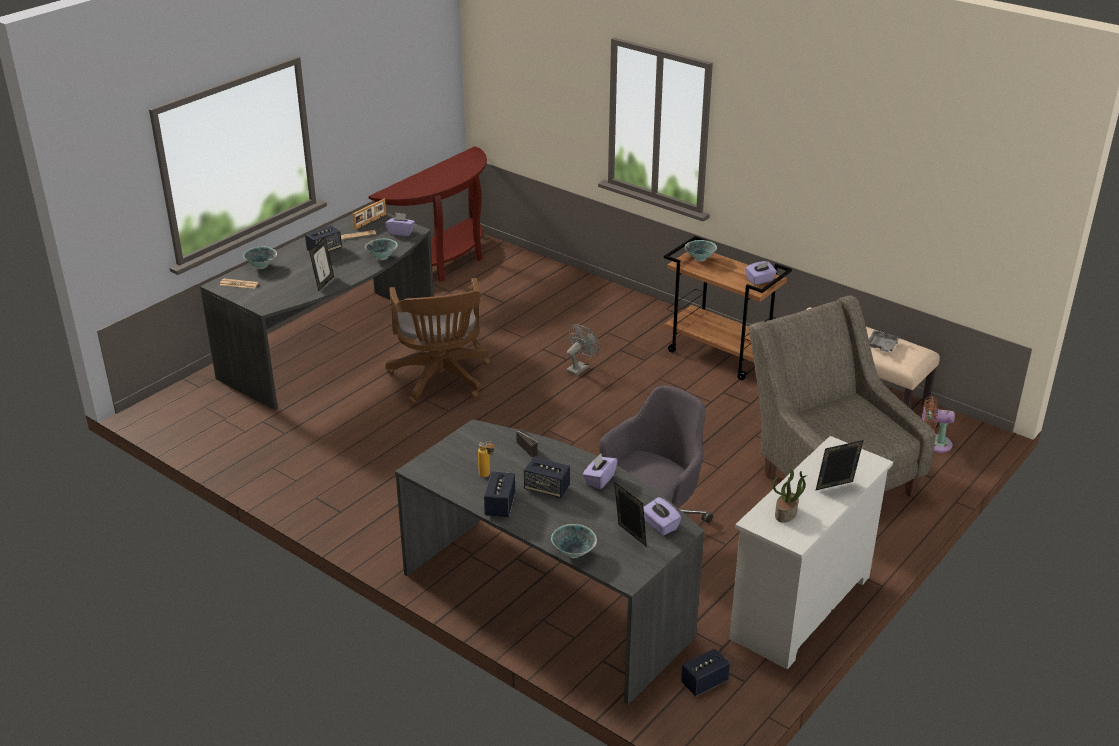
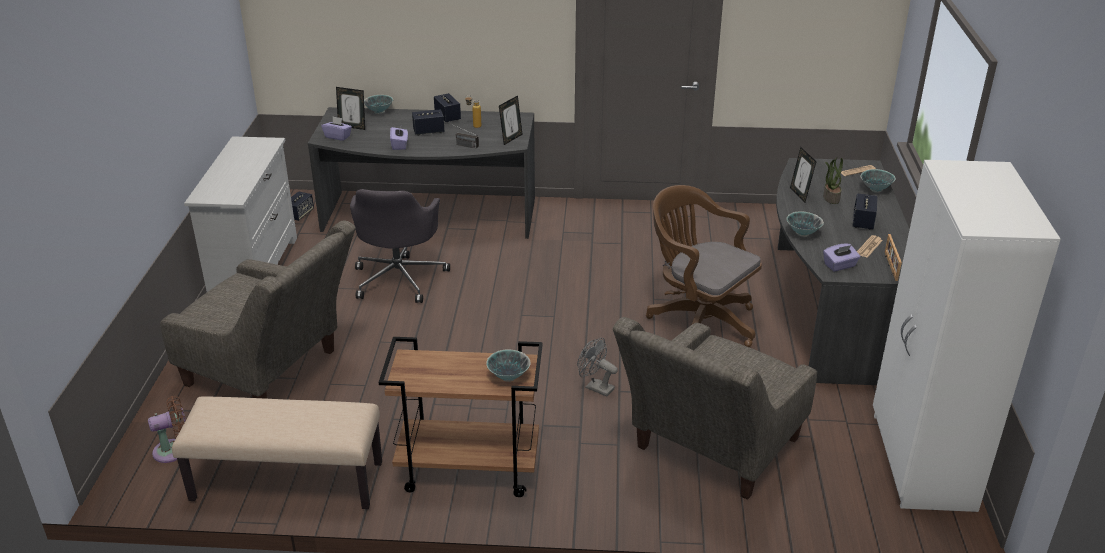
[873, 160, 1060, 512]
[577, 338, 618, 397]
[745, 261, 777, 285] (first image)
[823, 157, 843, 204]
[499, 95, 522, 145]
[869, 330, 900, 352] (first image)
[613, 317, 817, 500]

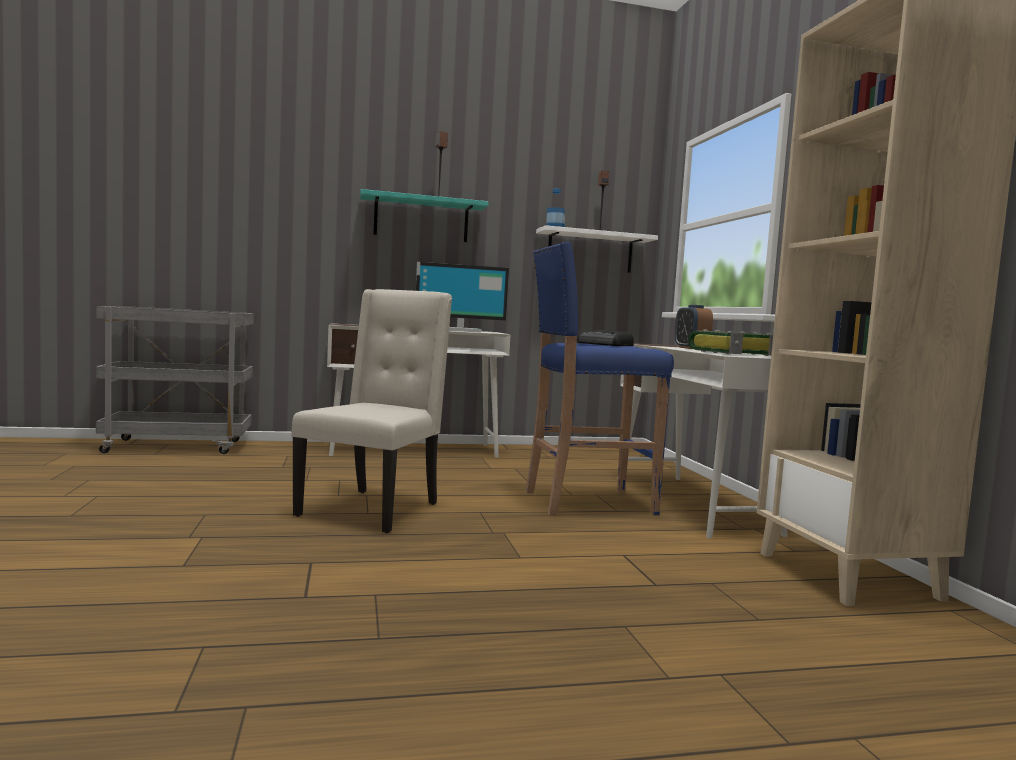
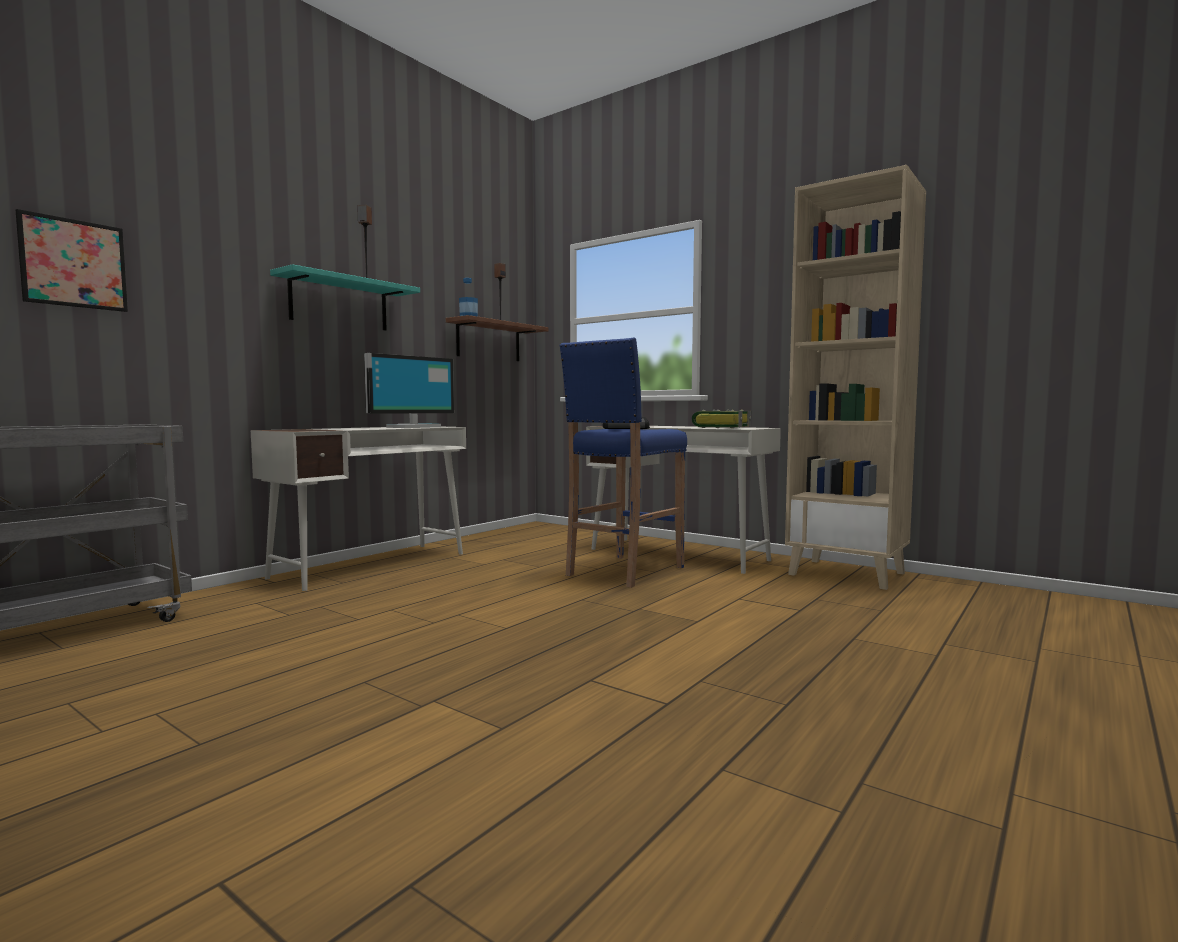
[291, 289, 452, 533] (first image)
[446, 315, 548, 361]
[675, 305, 713, 349] (first image)
[16, 209, 128, 312]

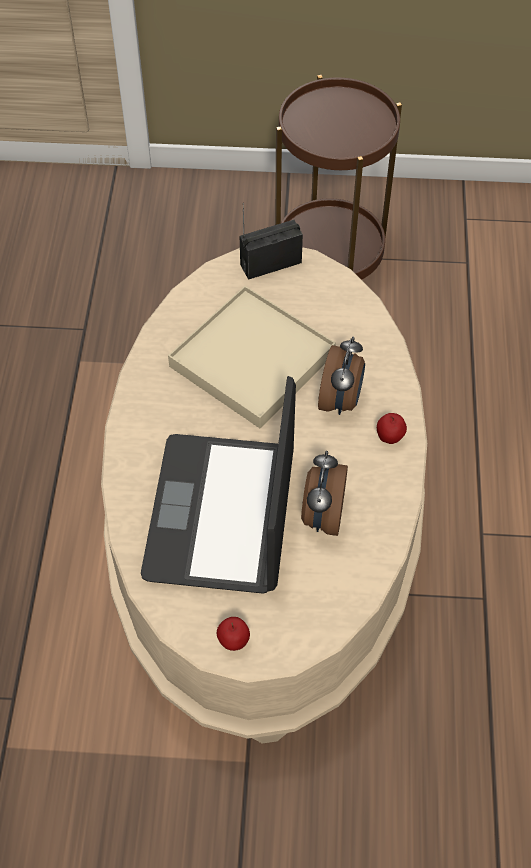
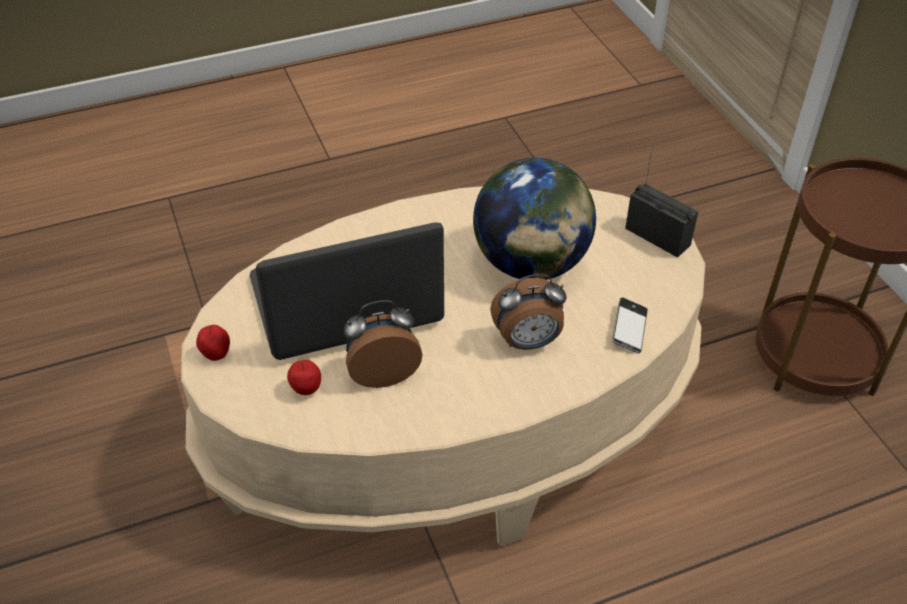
[473, 158, 596, 280]
[287, 360, 321, 395]
[612, 297, 648, 353]

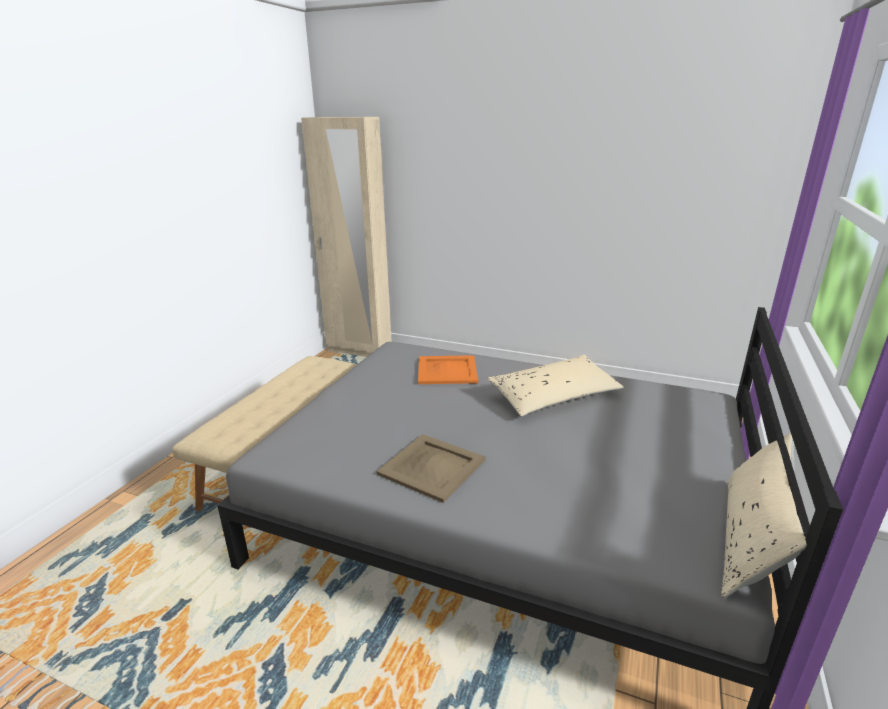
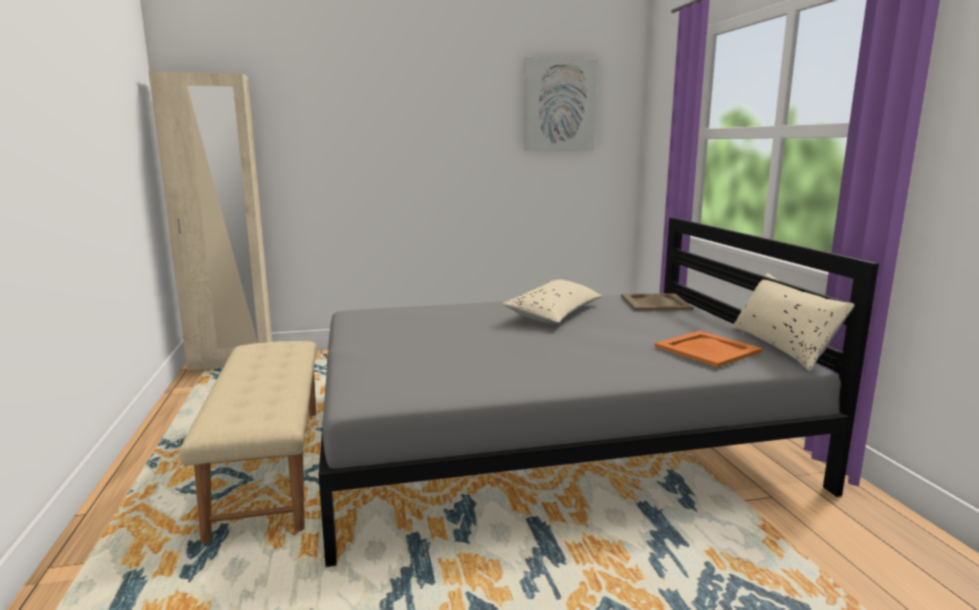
[621, 293, 694, 311]
[654, 331, 763, 367]
[523, 57, 598, 151]

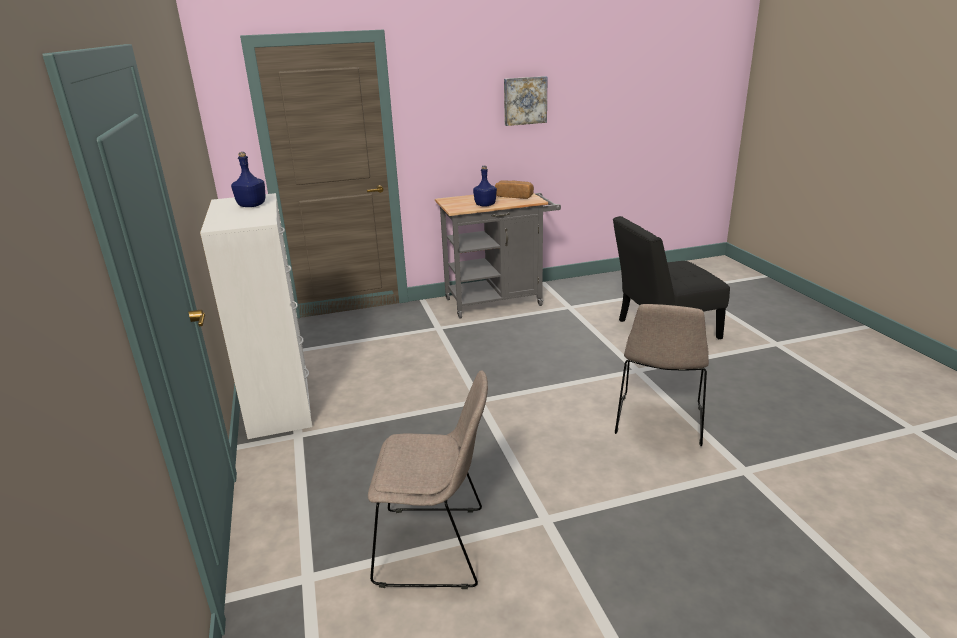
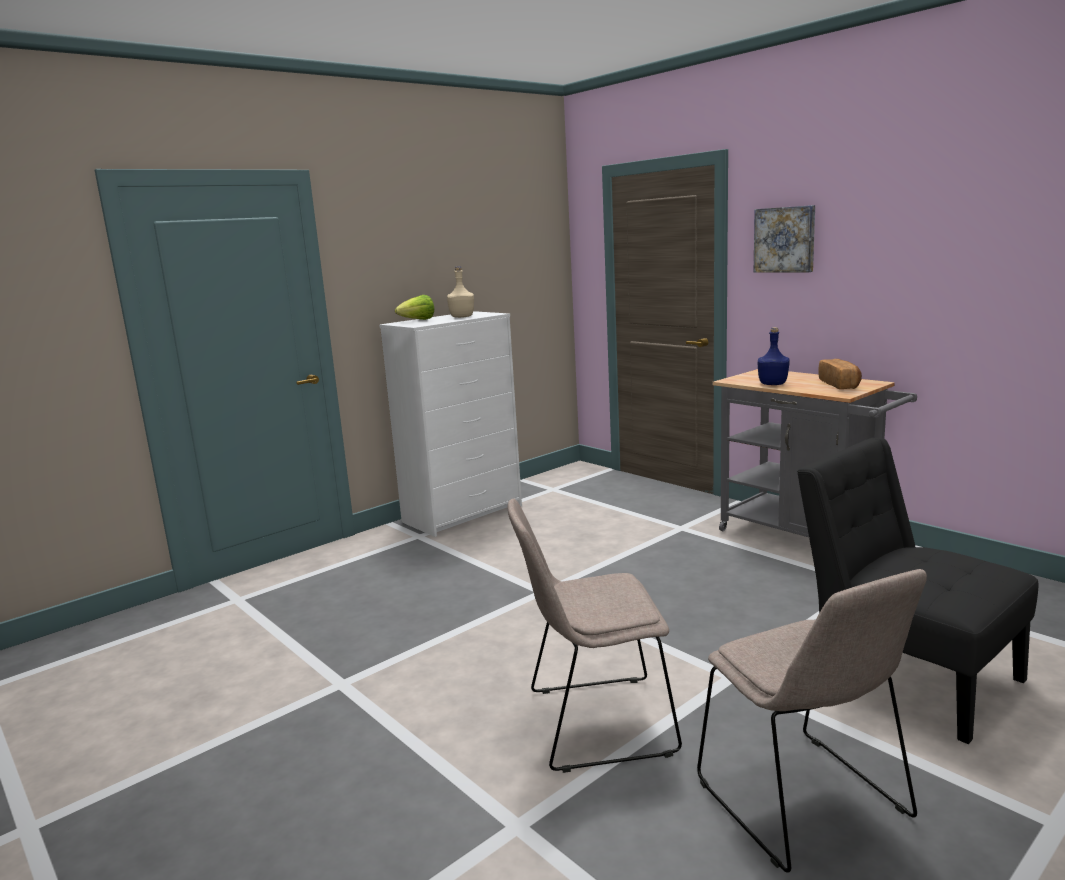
[447, 267, 474, 318]
[697, 569, 927, 873]
[754, 205, 815, 272]
[395, 295, 434, 320]

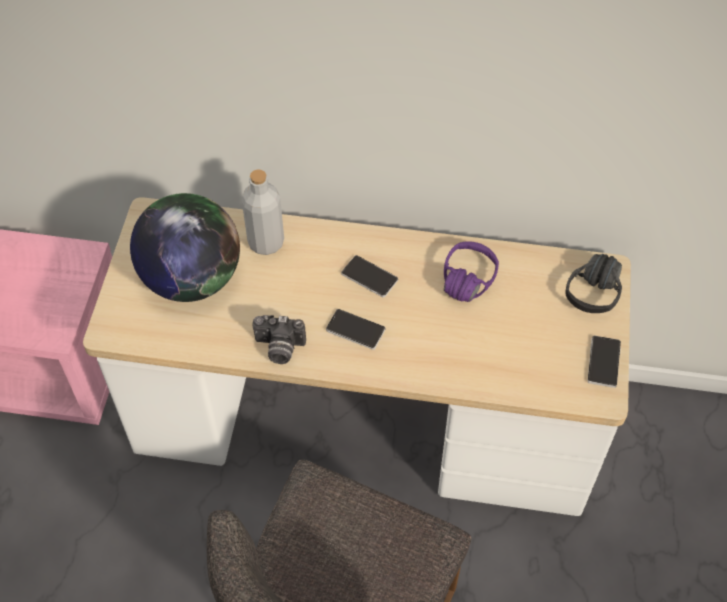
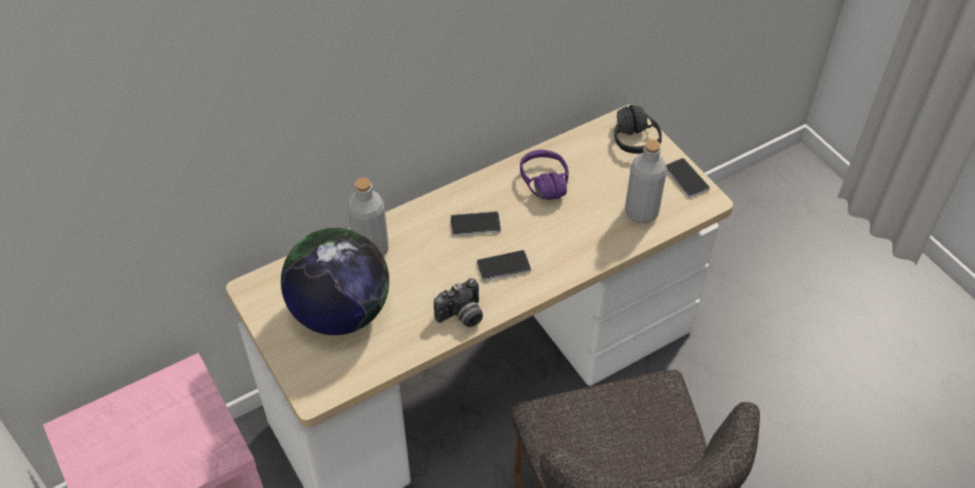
[625, 139, 667, 224]

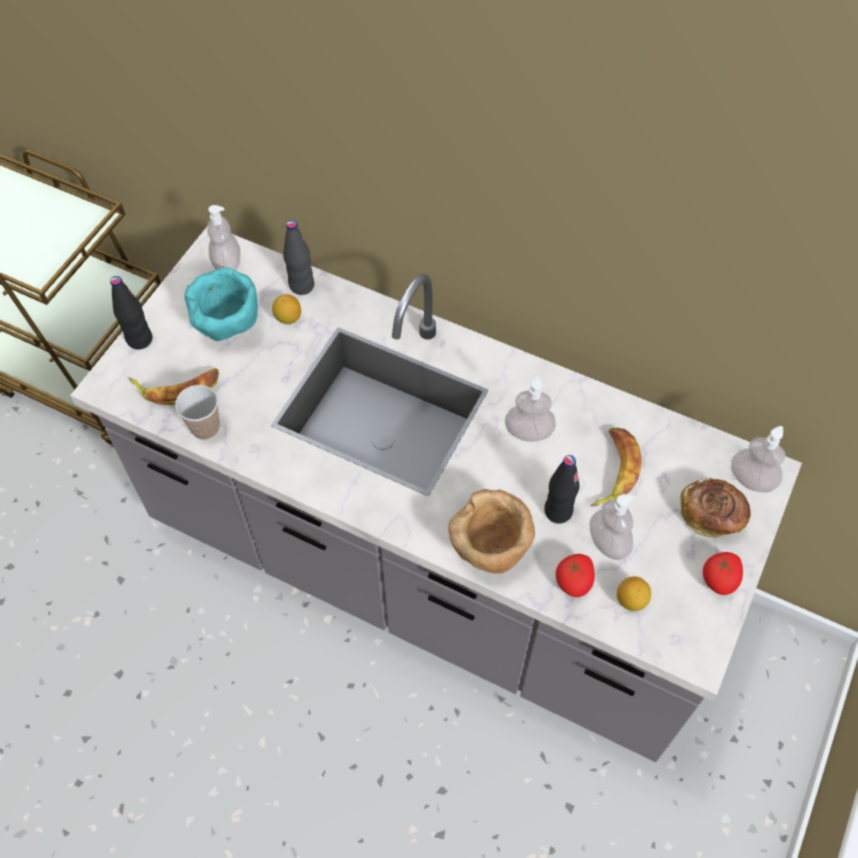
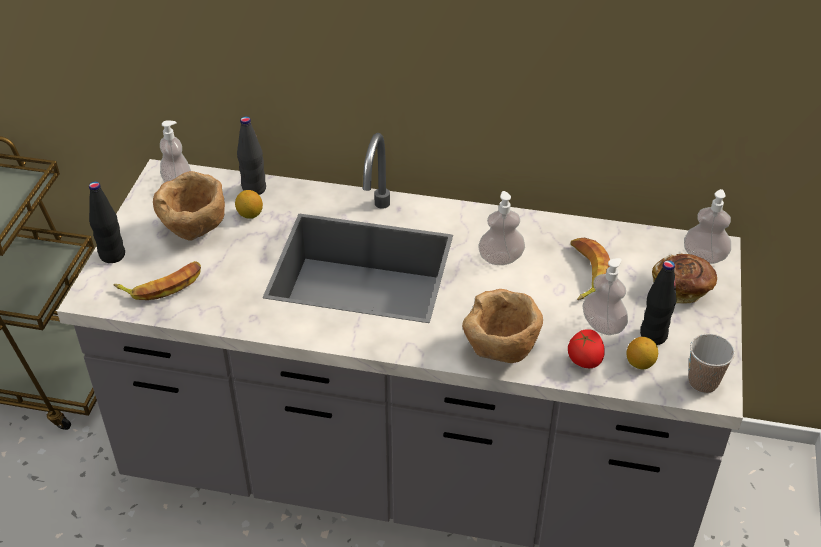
[689, 334, 735, 393]
[153, 171, 225, 241]
[640, 260, 676, 345]
[703, 552, 743, 595] (first image)

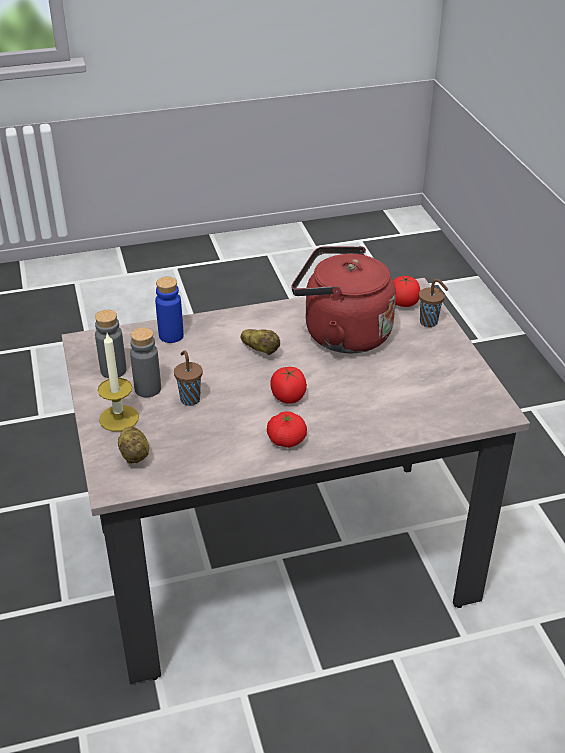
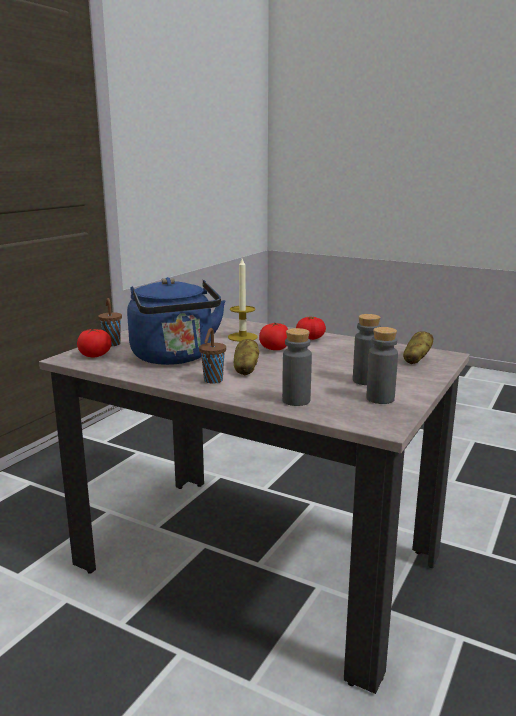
[228, 258, 258, 342]
[282, 328, 312, 406]
[199, 328, 226, 384]
[127, 277, 226, 365]

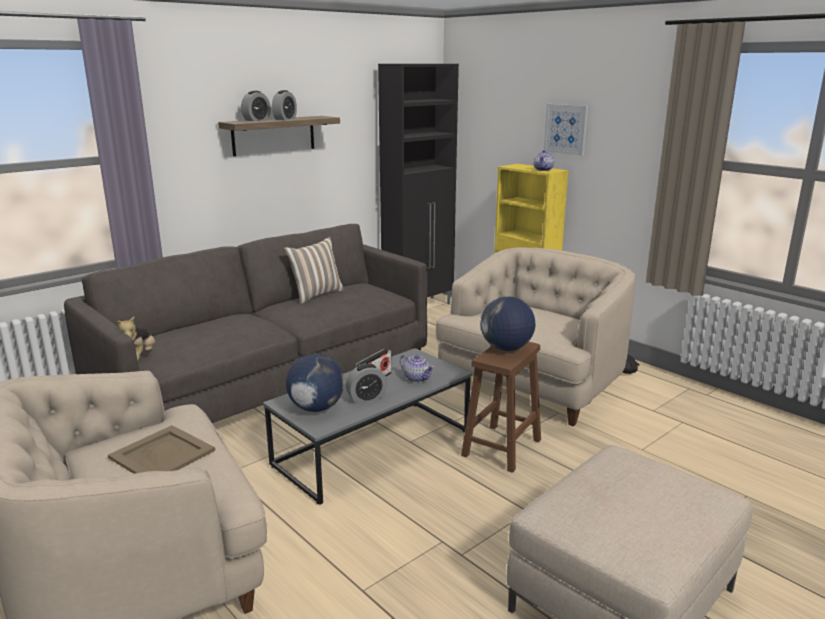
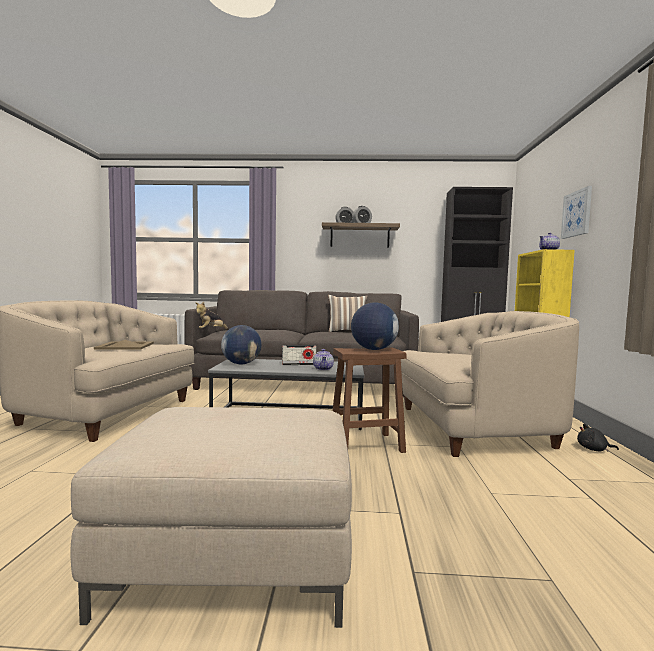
[346, 364, 388, 404] (first image)

